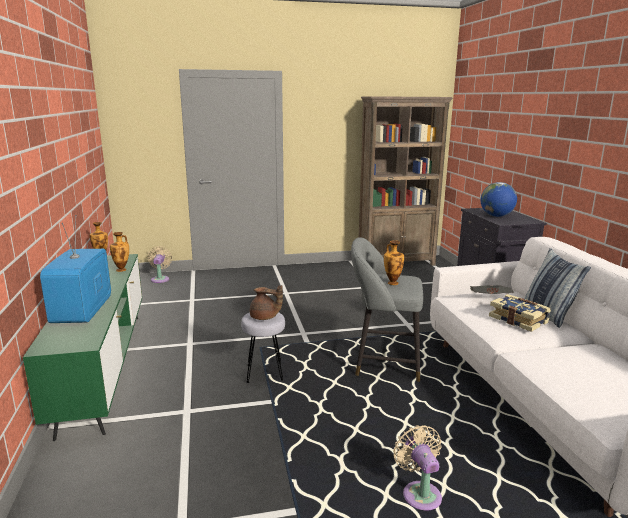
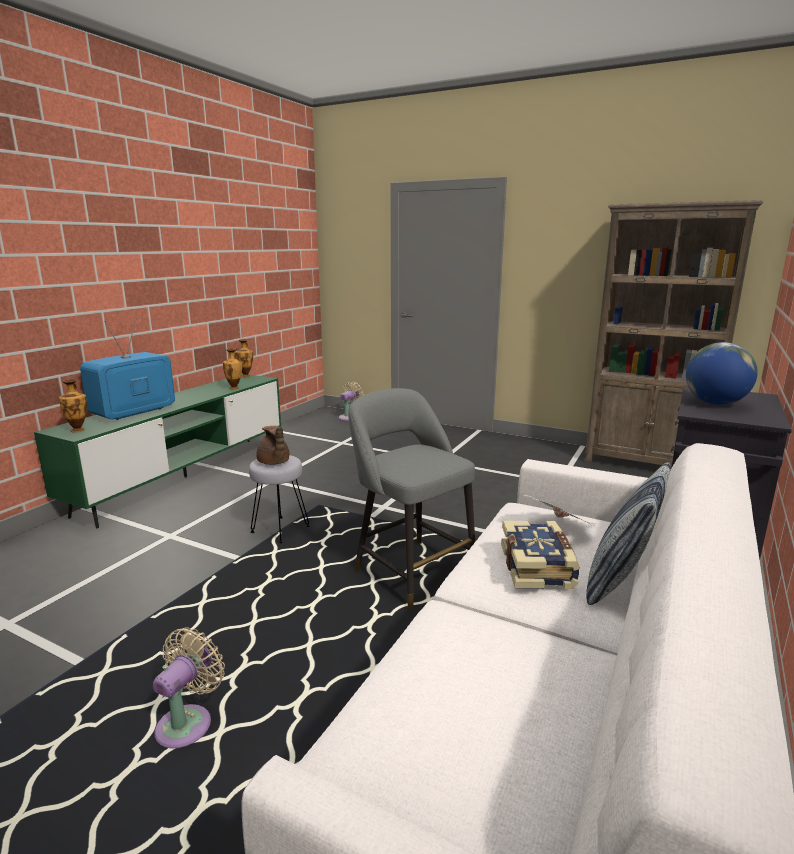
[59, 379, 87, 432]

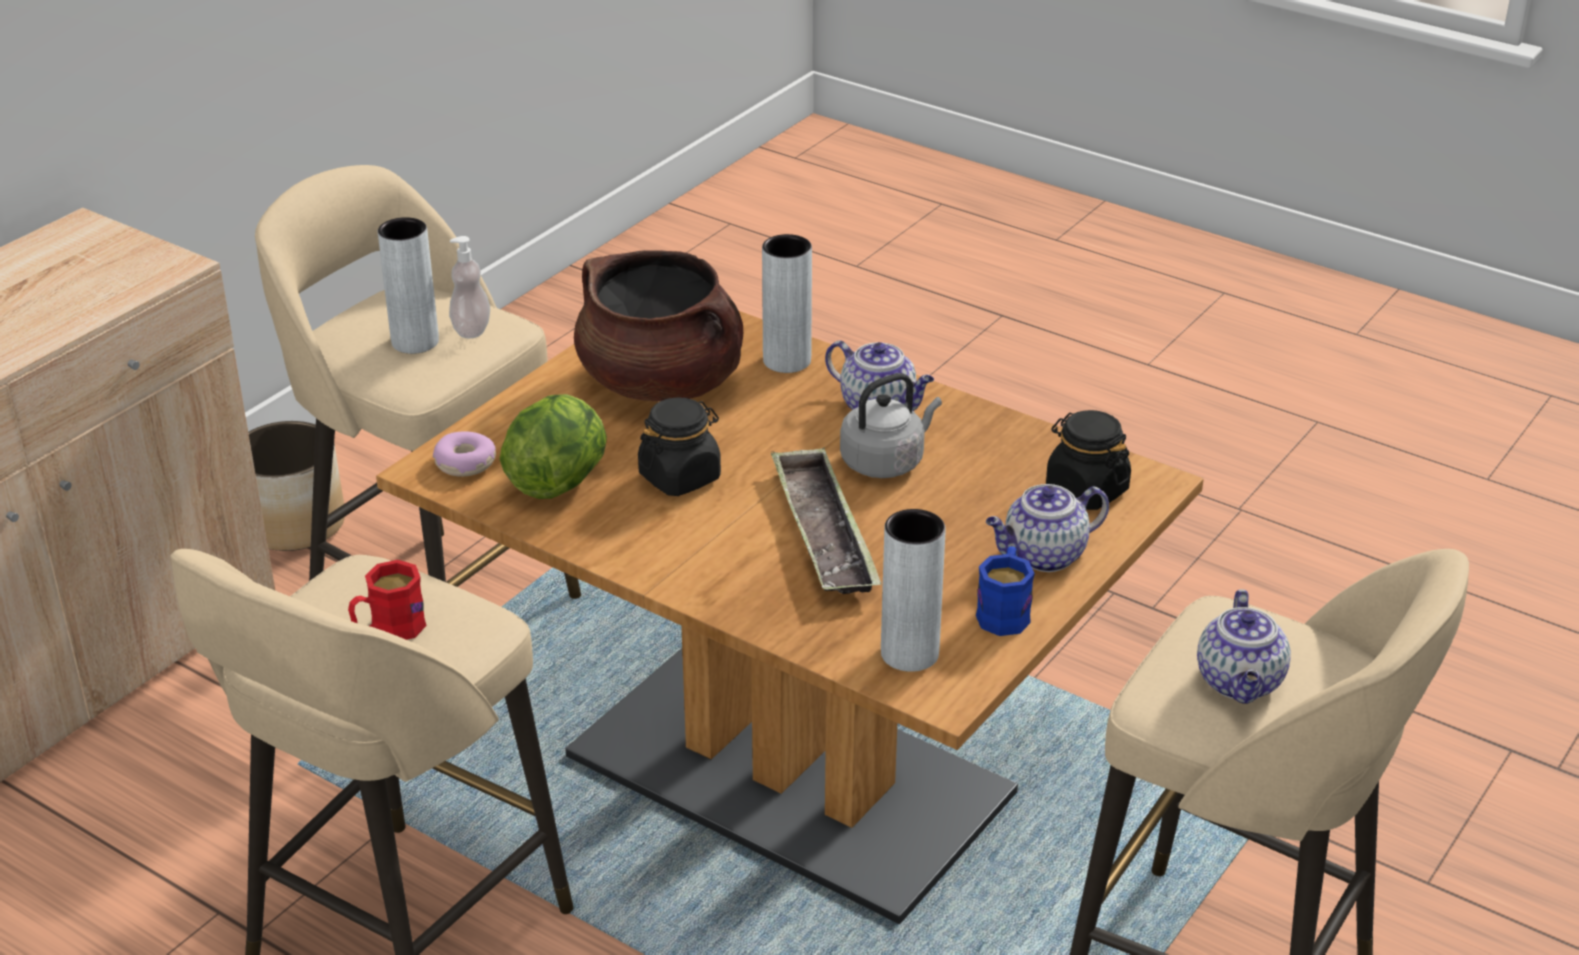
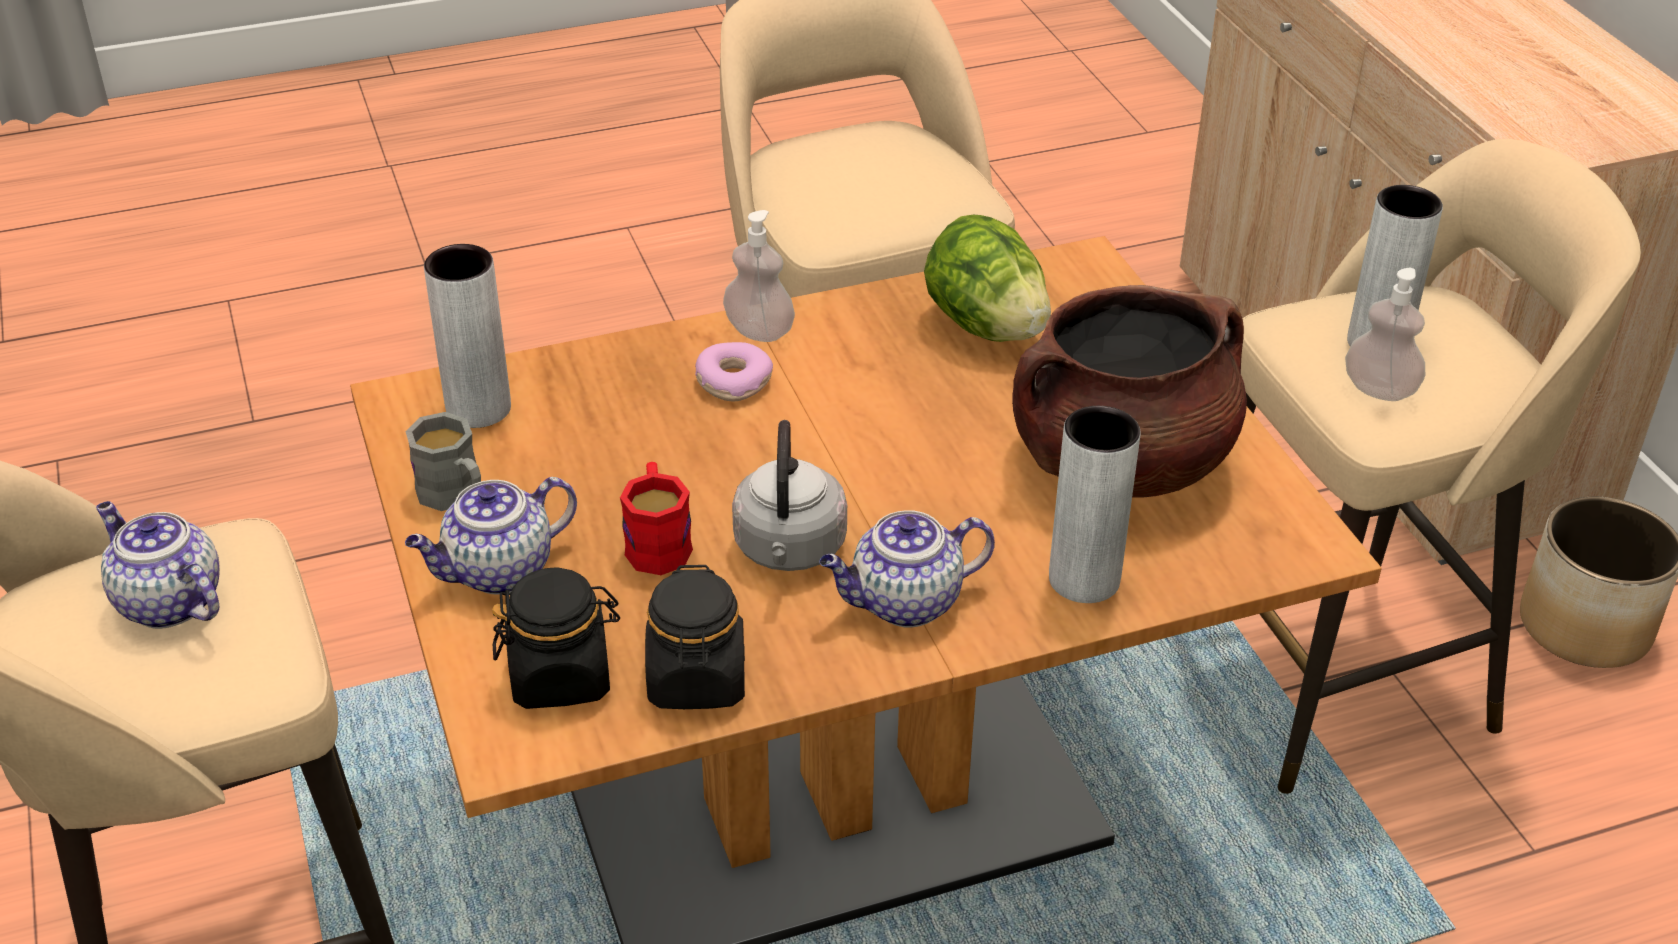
[620, 462, 693, 575]
[695, 342, 773, 401]
[645, 565, 745, 709]
[771, 448, 882, 594] (first image)
[405, 412, 481, 511]
[405, 477, 577, 595]
[723, 210, 795, 342]

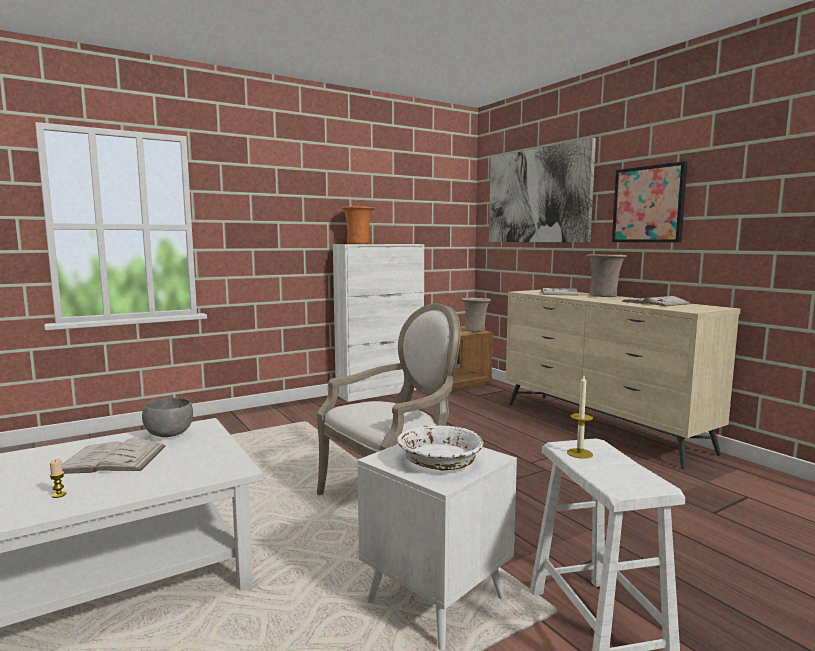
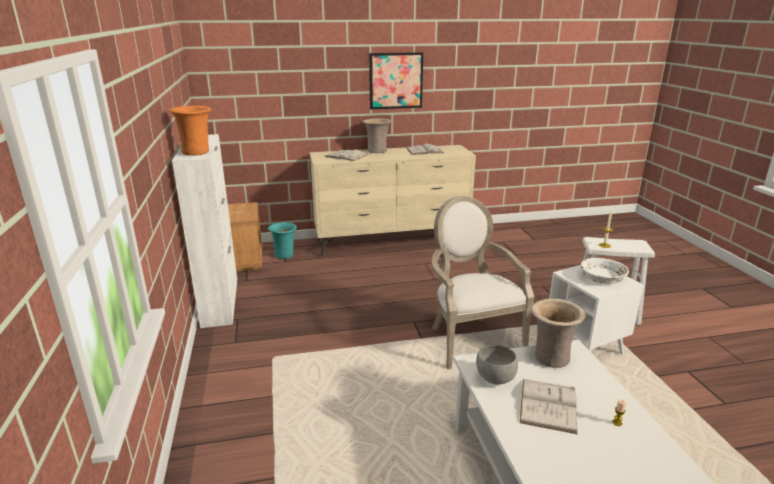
[531, 299, 585, 368]
[489, 138, 596, 242] (first image)
[268, 222, 297, 259]

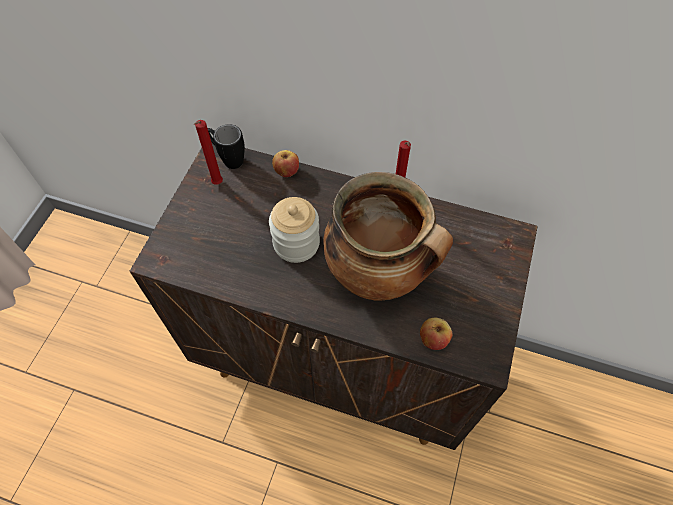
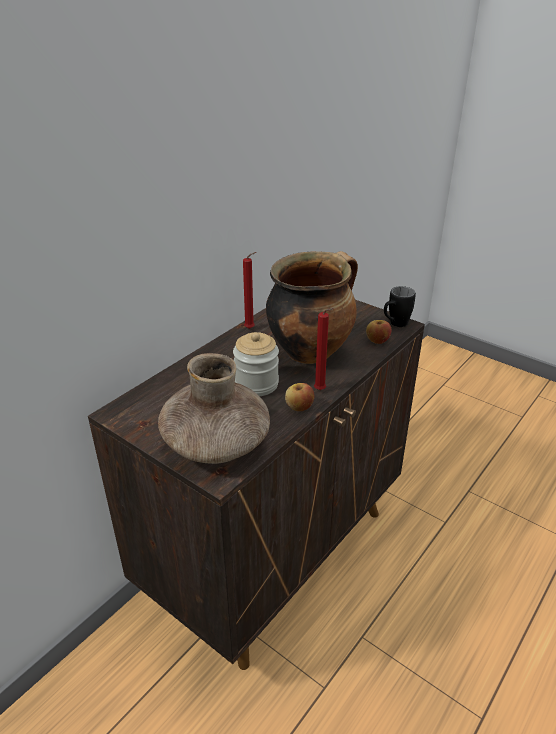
[314, 308, 334, 390]
[384, 286, 416, 327]
[285, 383, 314, 411]
[158, 353, 270, 464]

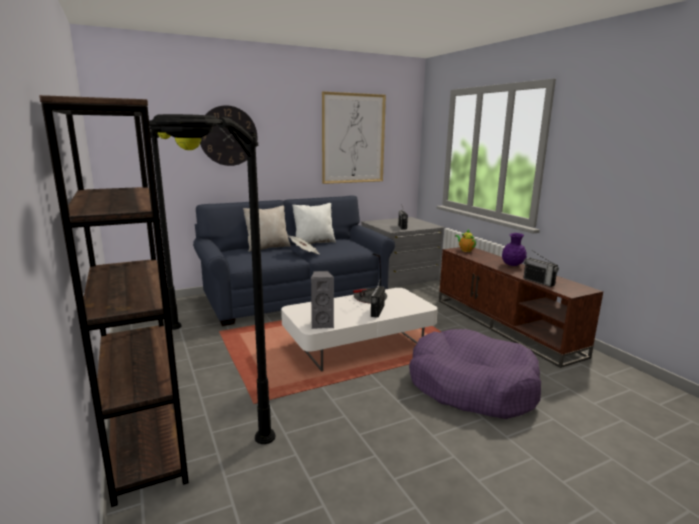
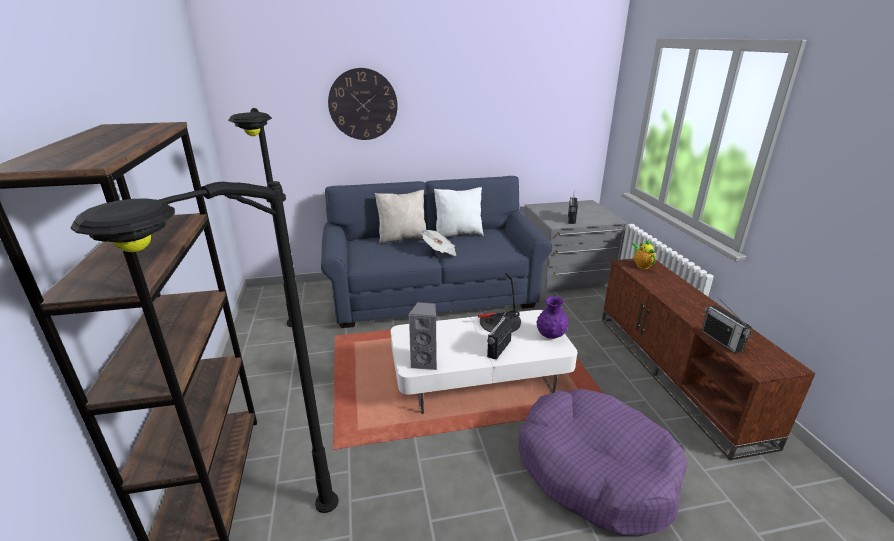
[322, 91, 386, 184] (first image)
[536, 296, 569, 339]

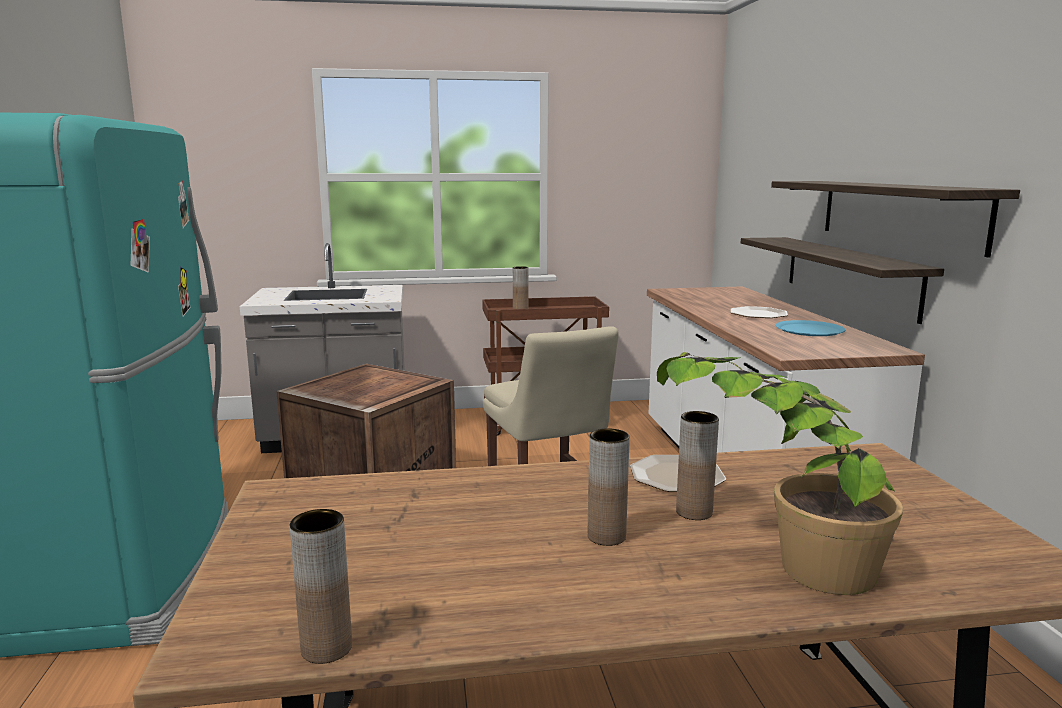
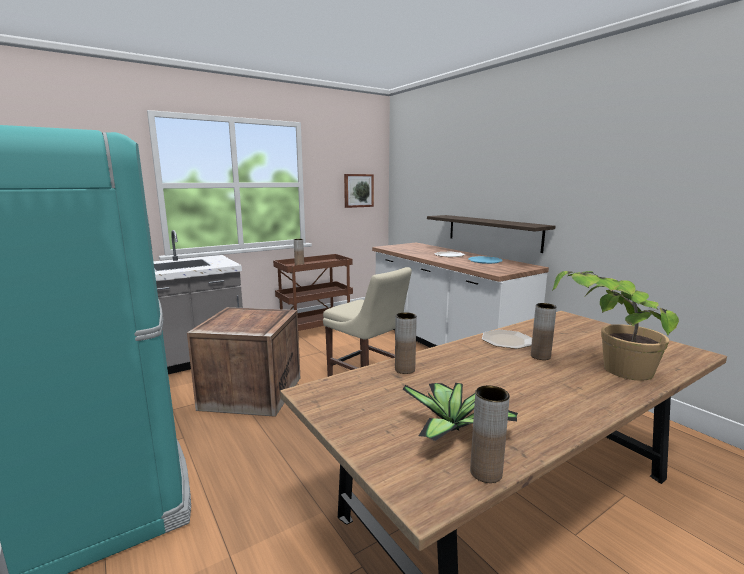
[395, 312, 417, 374]
[771, 181, 1020, 258] (first image)
[344, 174, 374, 208]
[403, 383, 518, 441]

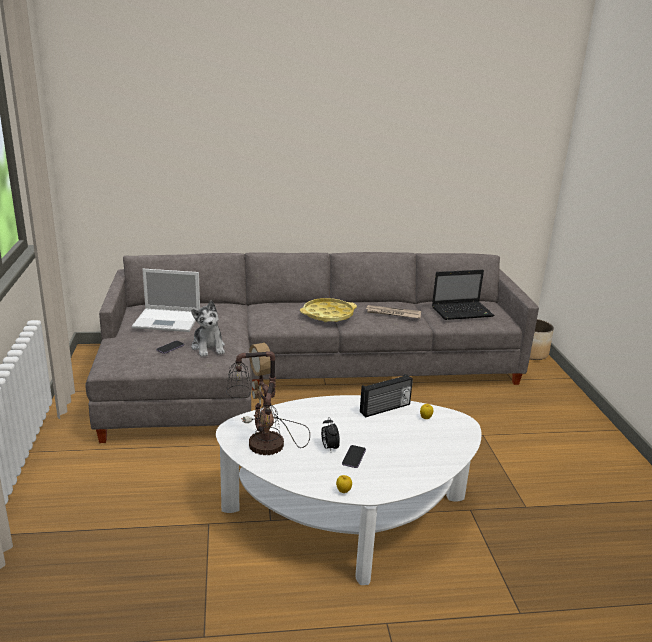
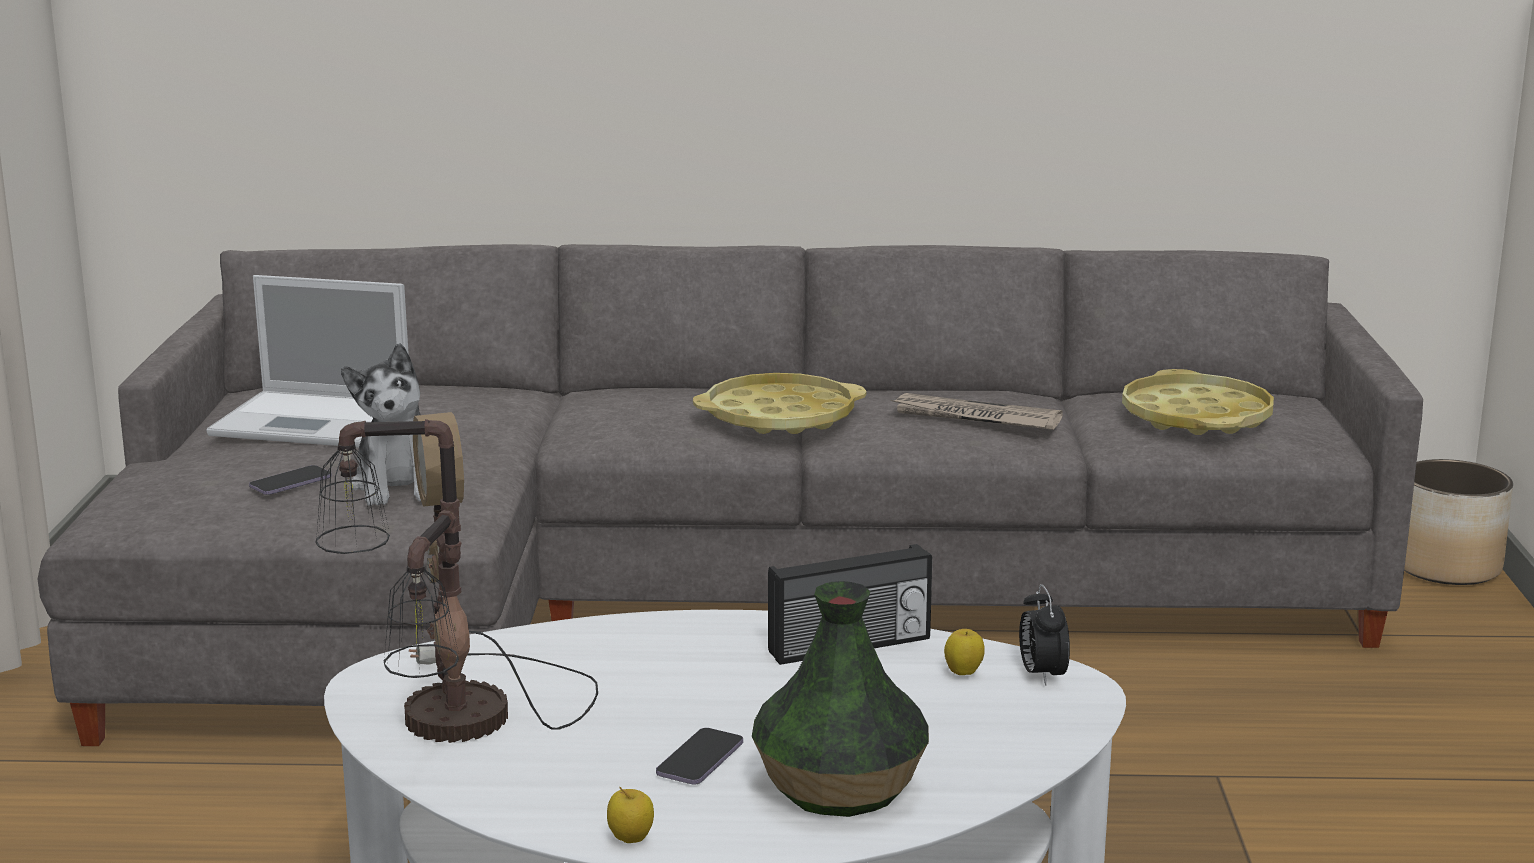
[1019, 584, 1070, 686]
[1122, 369, 1274, 435]
[752, 581, 929, 817]

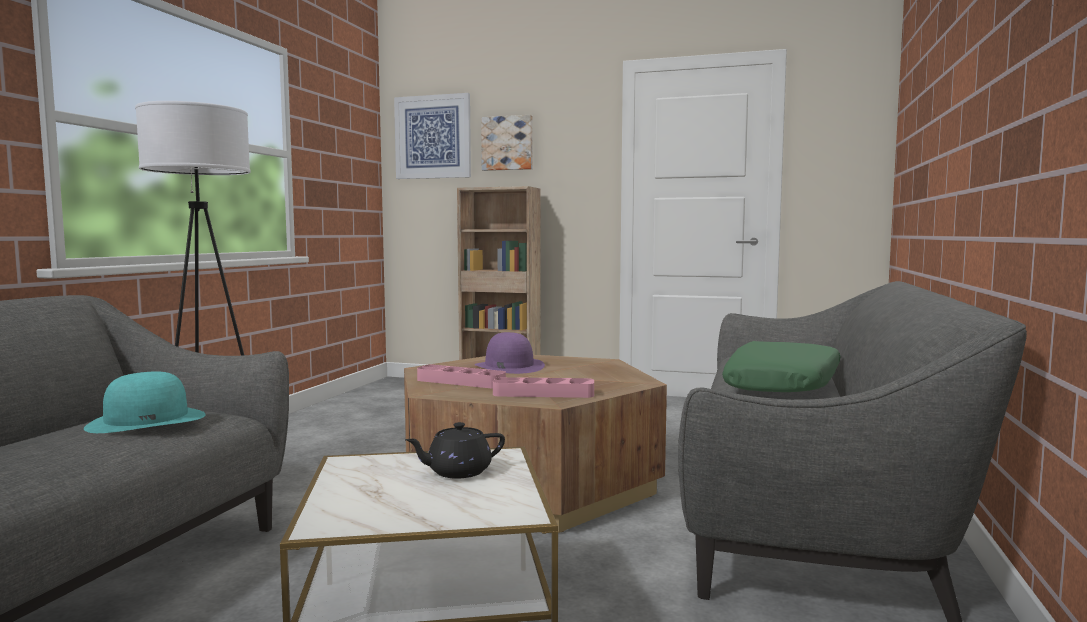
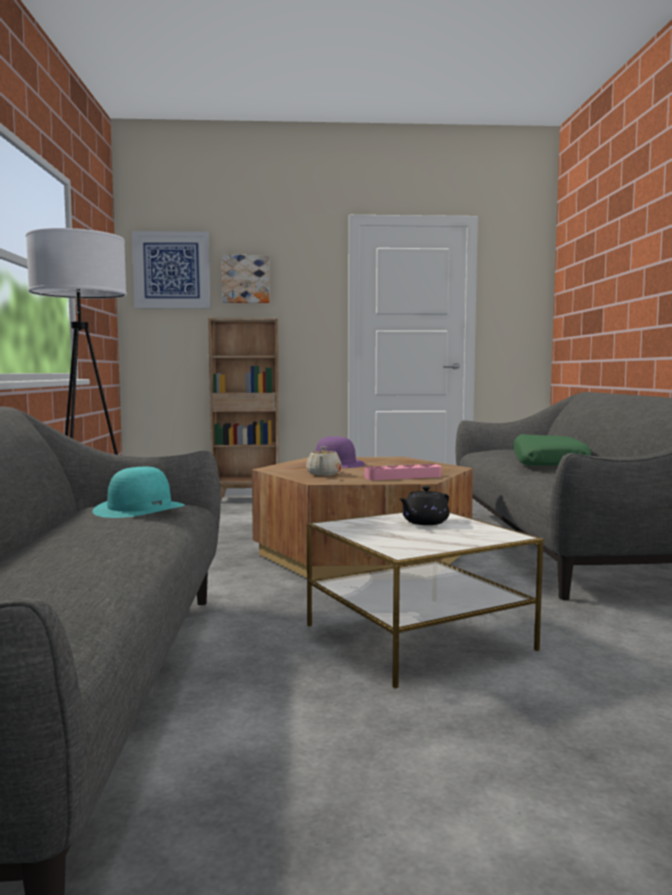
[306, 447, 342, 476]

